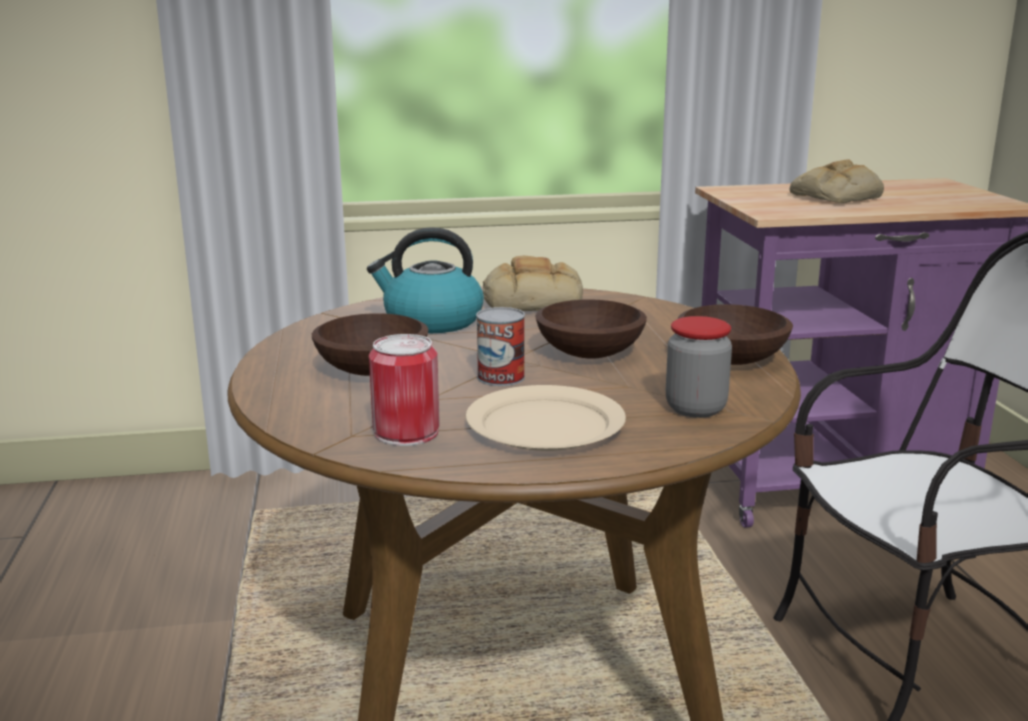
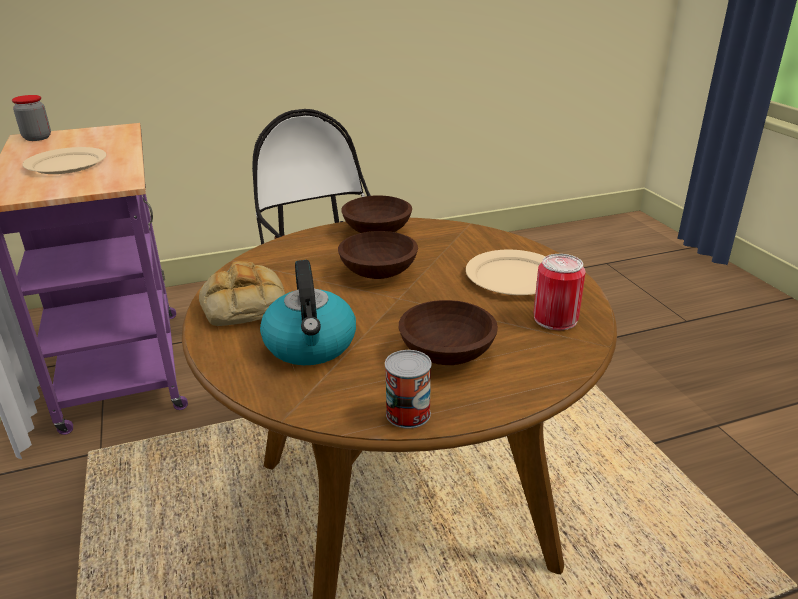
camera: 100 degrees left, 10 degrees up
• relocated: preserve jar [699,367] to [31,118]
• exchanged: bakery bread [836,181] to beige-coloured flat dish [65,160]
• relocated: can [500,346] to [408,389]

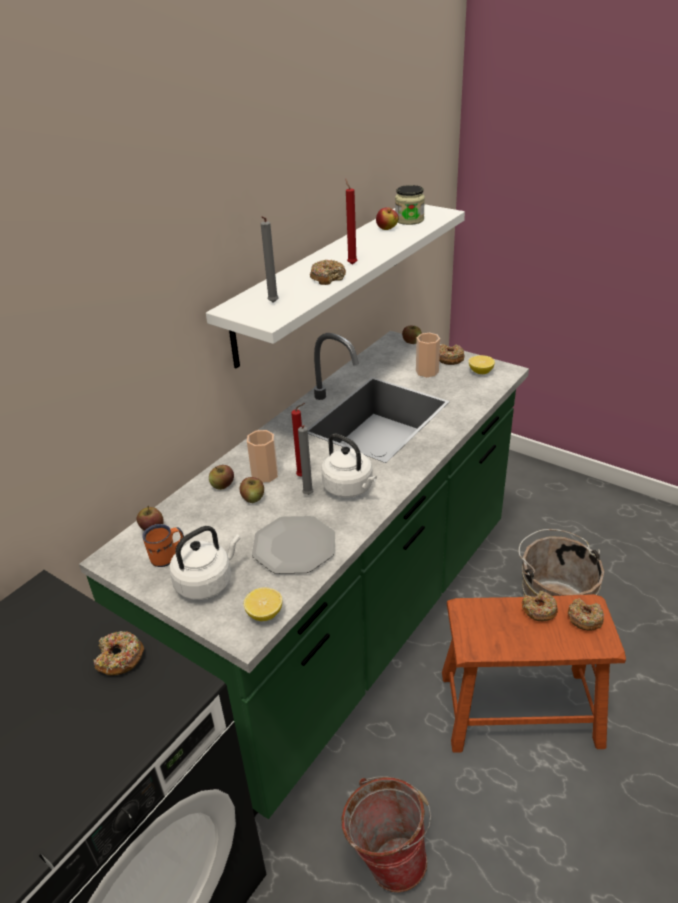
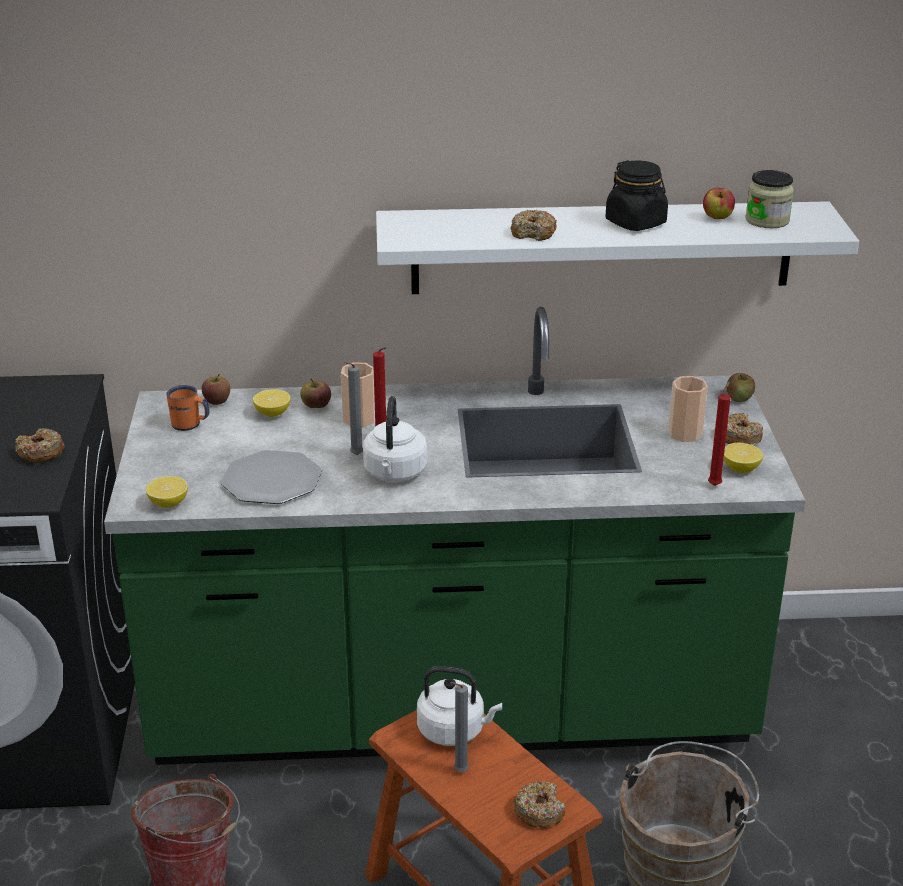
camera: 50 degrees right, 5 degrees down
• appeared: whole lemon [272,403]
• relocated: whitish tea kettle [204,563] to [459,706]
• relocated: grey wax light [270,259] to [459,727]
• appeared: black preserve jar [637,195]
• relocated: red-coloured wax light [351,222] to [719,433]
• missing: whole apple [252,490]
• missing: doughnut [540,606]

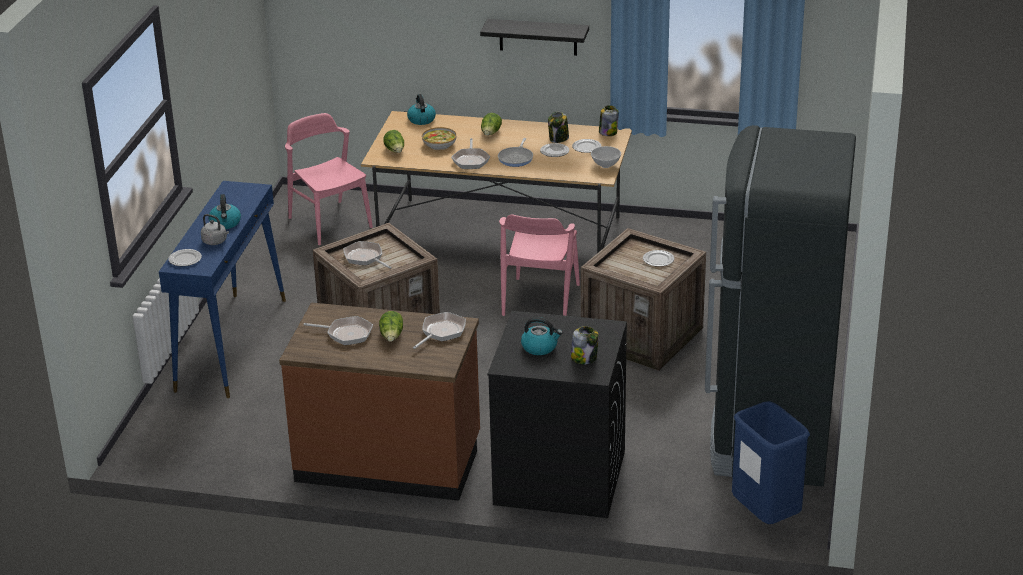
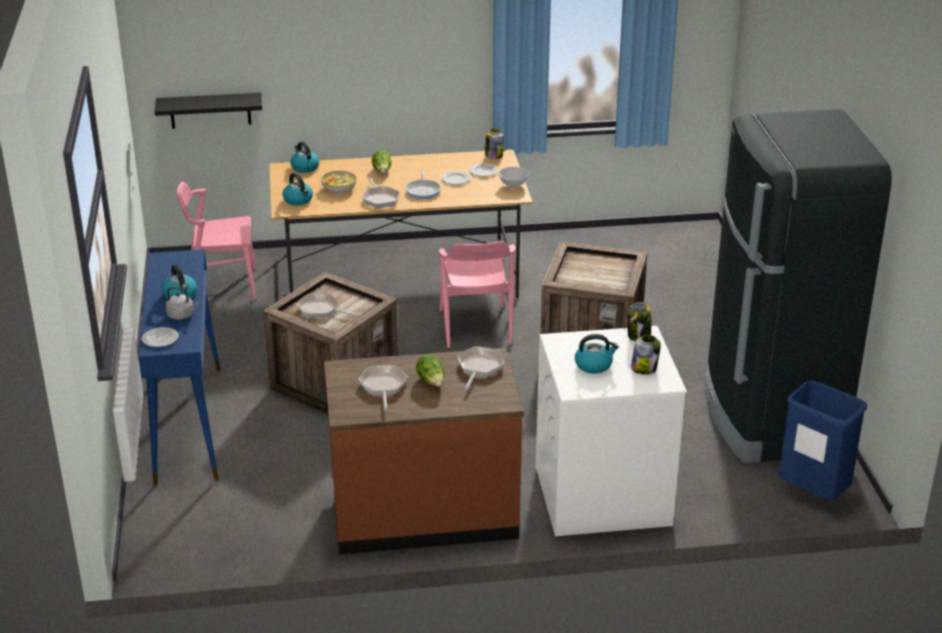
camera: 20 degrees left, 0 degrees up
• relocated: black wall shelf [534,37] to [208,111]
• spun: pink upright chair [329,179] = [216,241] 45 degrees counterclockwise
• exchanged: head of lettuce [393,141] to tea kettle [297,189]
• spun: frying pan [338,330] = [383,387] 90 degrees counterclockwise
• colour: black washing machine [557,414] to whitish washing machine [611,431]
• relocated: preserve jar [558,127] to [639,321]
• missing: flat dish [658,258]

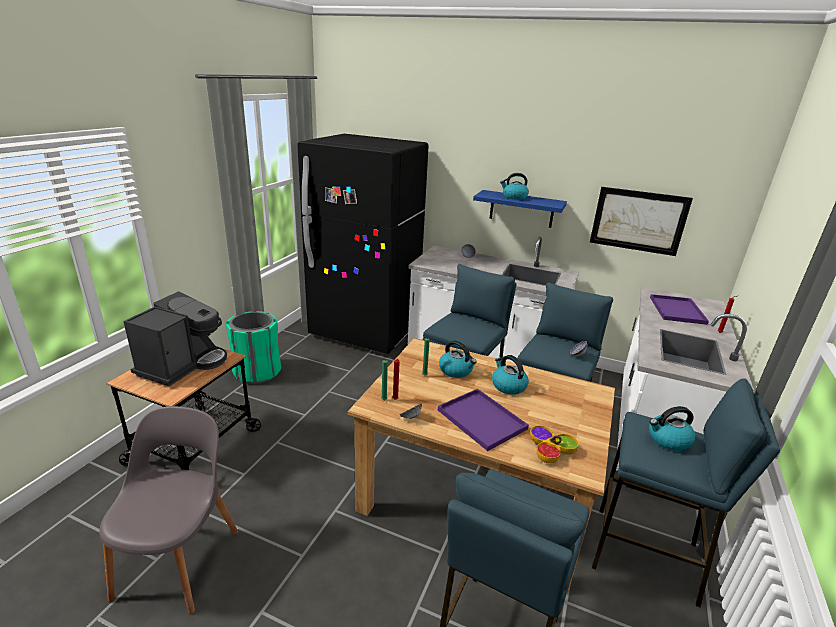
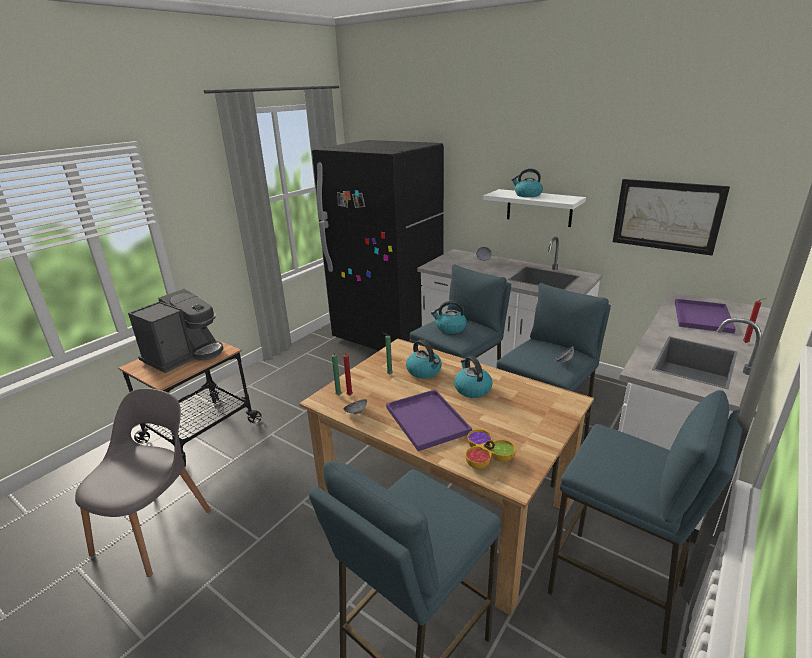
camera: 15 degrees right, 0 degrees up
• relocated: tea kettle [672,428] to [449,317]
• colour: blue-coloured wall shelf [520,209] to whitish wall shelf [534,208]
• missing: greenish waste bin [253,347]

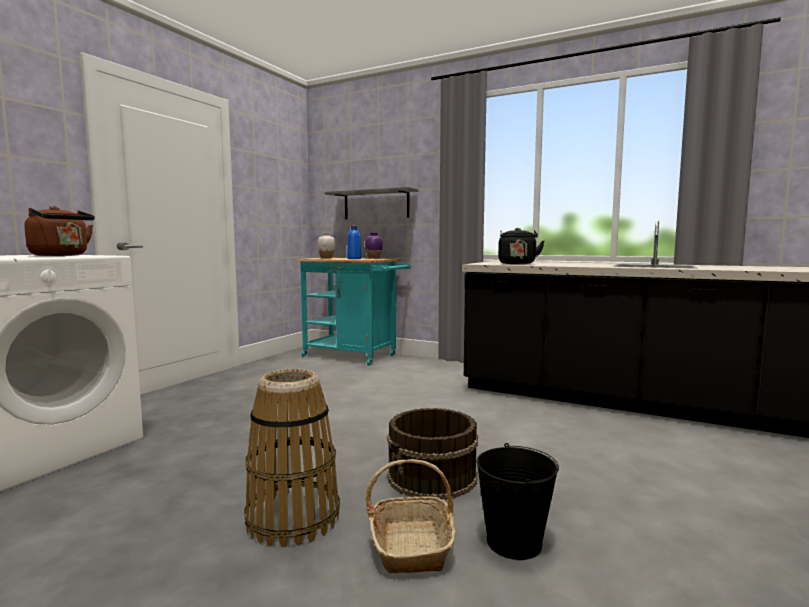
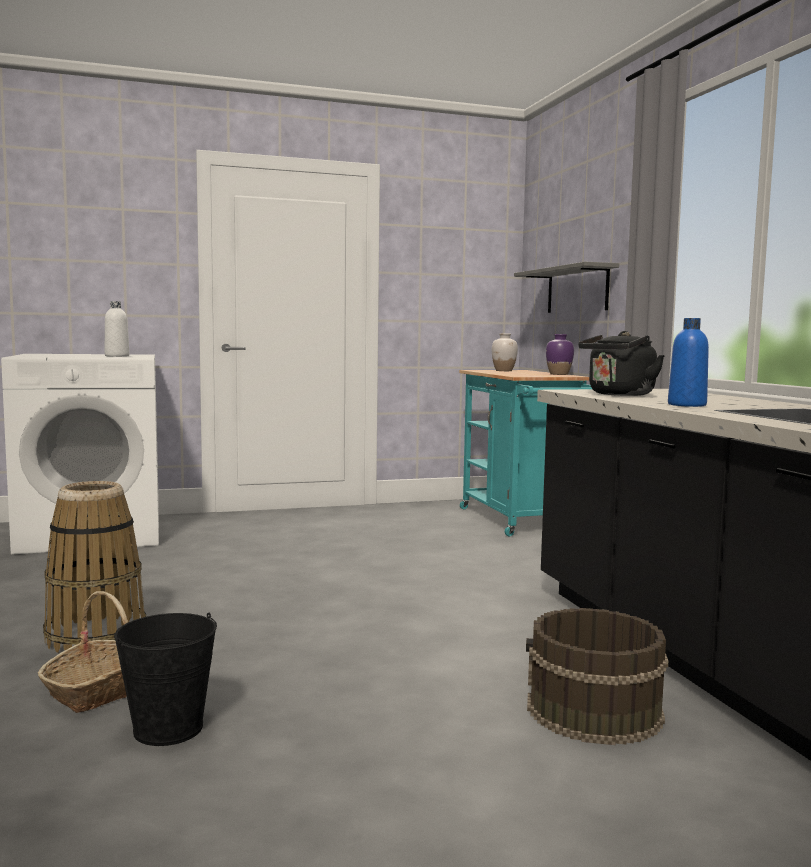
camera: 45 degrees right, 0 degrees up
• exchanged: brown-coloured tea kettle [59,231] to whitish drink bottle [117,329]
• relocated: brown-coloured pail [432,454] to [597,676]
• relocated: blue-coloured drink bottle [354,242] to [688,362]

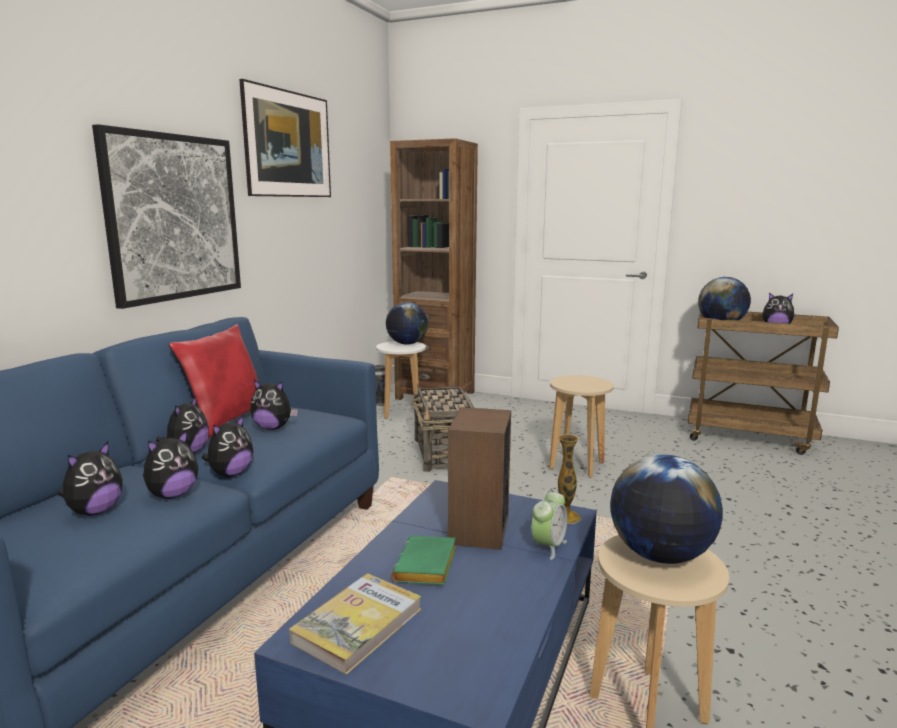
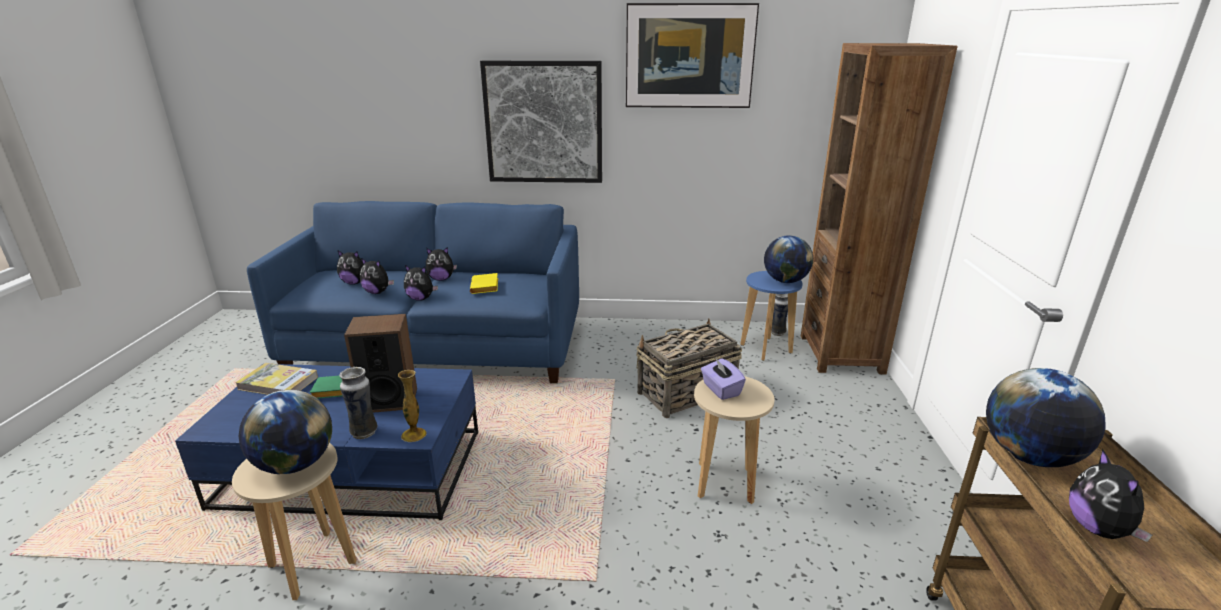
camera: 70 degrees right, 10 degrees up
• exchanged: table clock [549,524] to flower vase [359,403]
• exchanged: plush toy [274,405] to yellow book [484,283]
• appeared: purple tissue holder [723,378]
• colour: whitish stool seat [401,380] to blue-coloured stool seat [771,316]
• missing: red-coloured cushion [213,381]

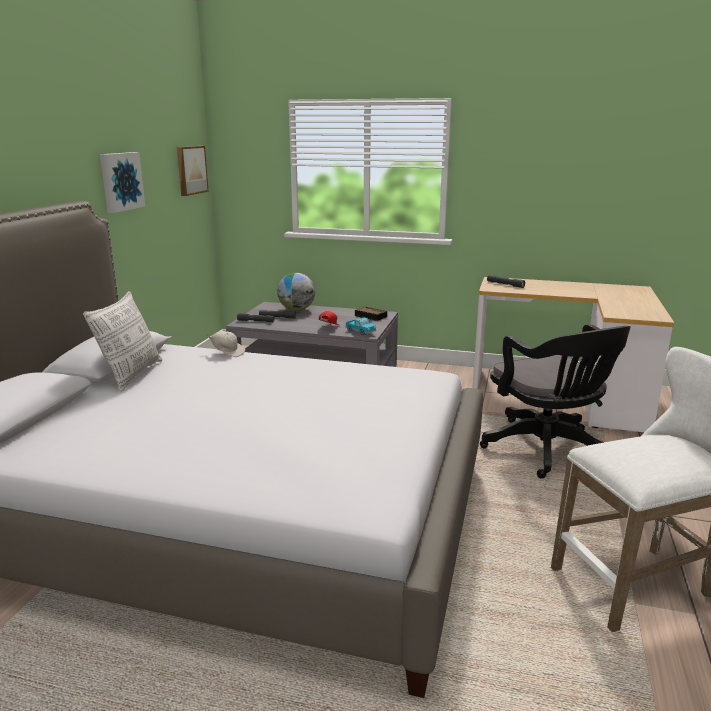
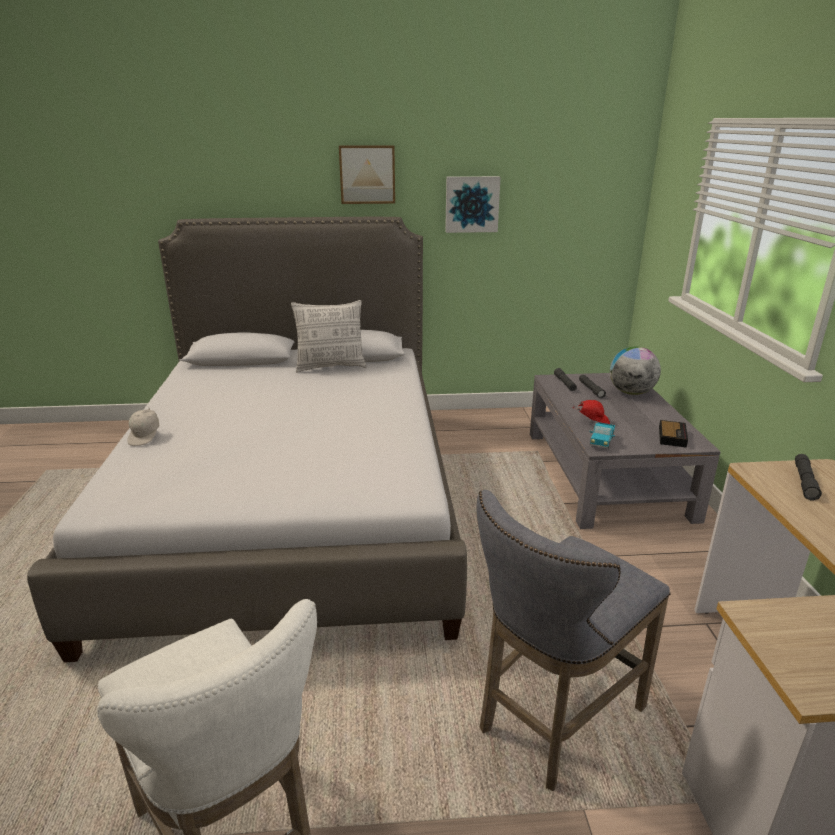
camera: 70 degrees right, 5 degrees up
• relocated: whitish peaked cap [225,344] to [143,427]
• relocated: picture [193,171] to [367,174]
• exchanged: black desk chair [555,401] to grey stool seat [573,640]

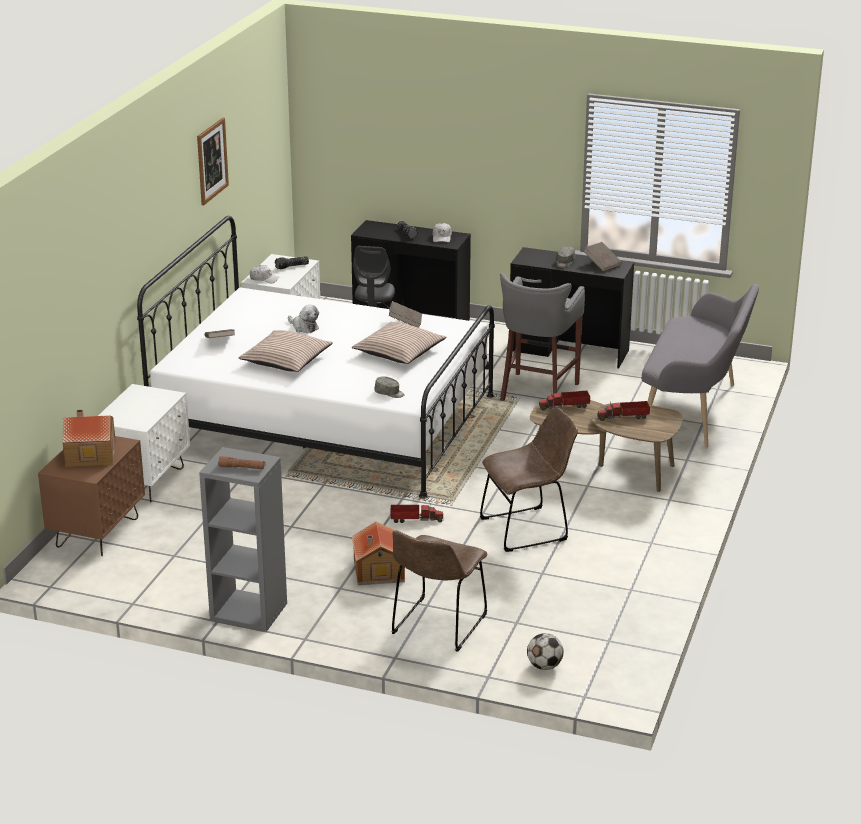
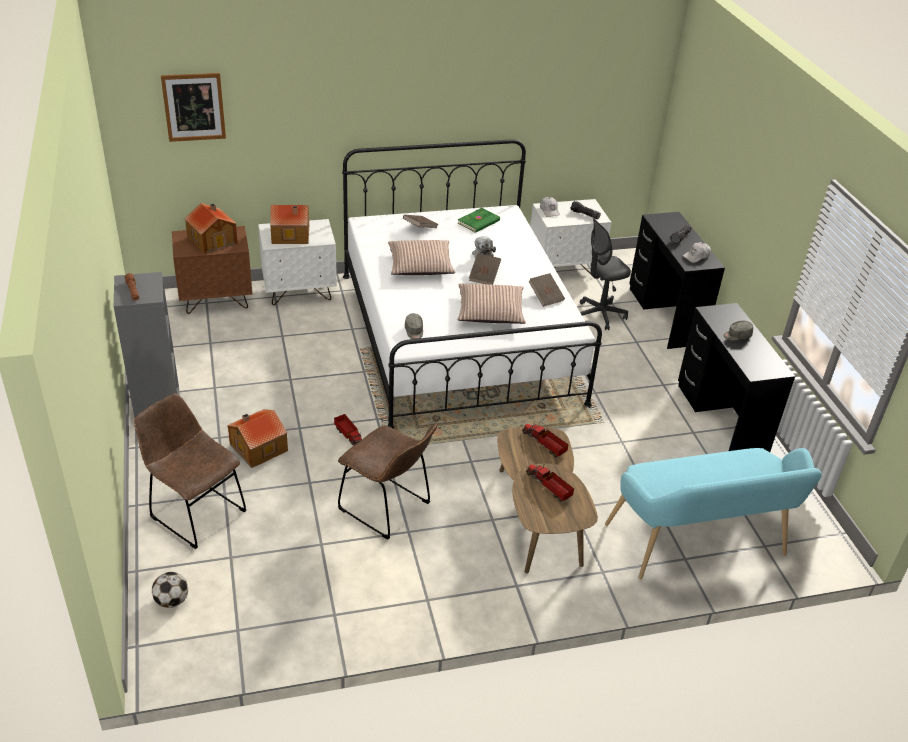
camera: 55 degrees right, 10 degrees up
• spun: brown-coloured upright chair [439,591] = [190,471] 45 degrees clockwise
• relocated: picture [213,161] to [193,107]
• appeared: model house [289,224]
• appeared: greenish book [479,220]
• relocated: brown-coloured book [603,256] to [485,269]
• colour: grey bench [699,366] to turquoise-coloured bench [713,513]
• missing: grey stool seat [542,337]

